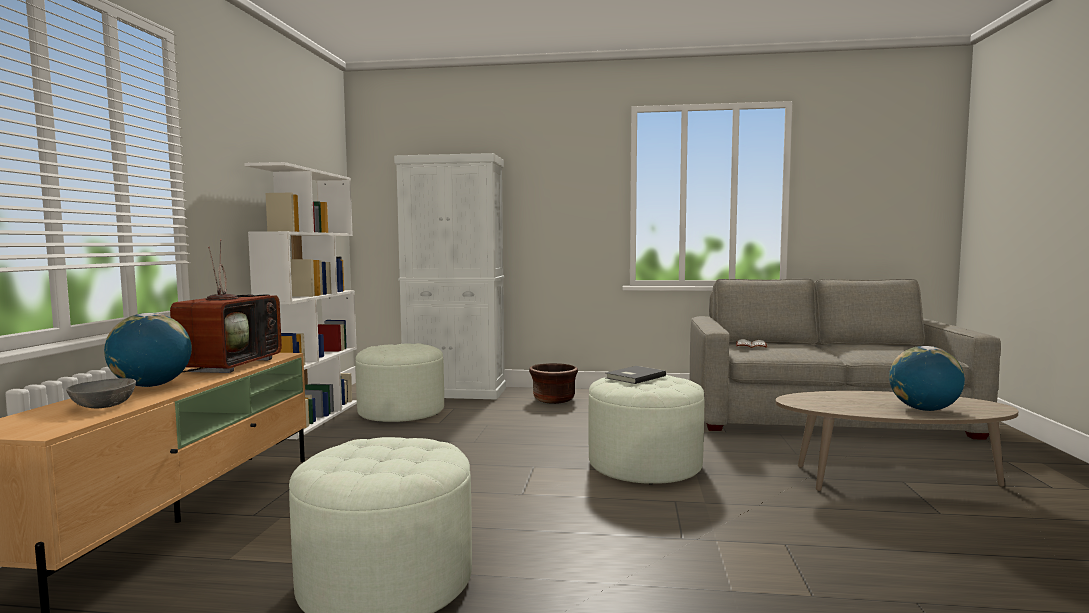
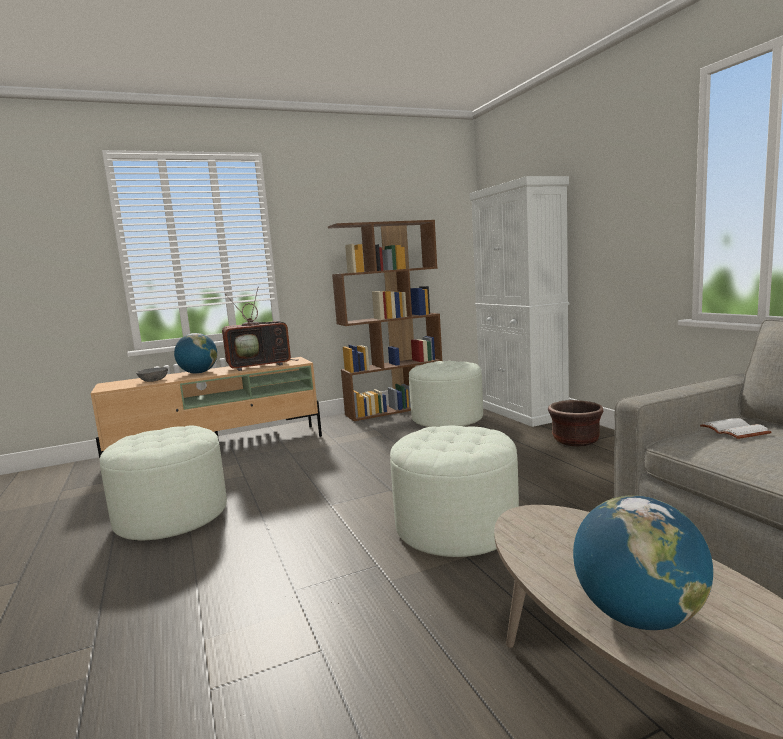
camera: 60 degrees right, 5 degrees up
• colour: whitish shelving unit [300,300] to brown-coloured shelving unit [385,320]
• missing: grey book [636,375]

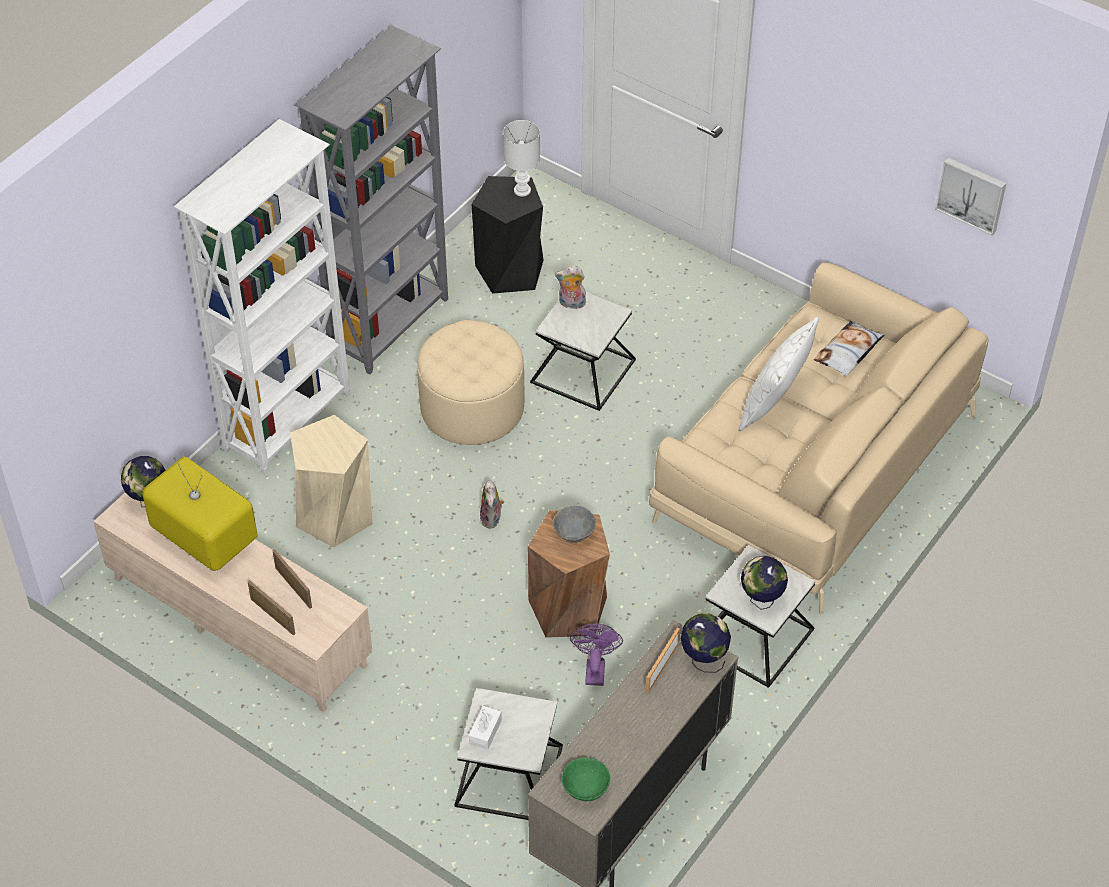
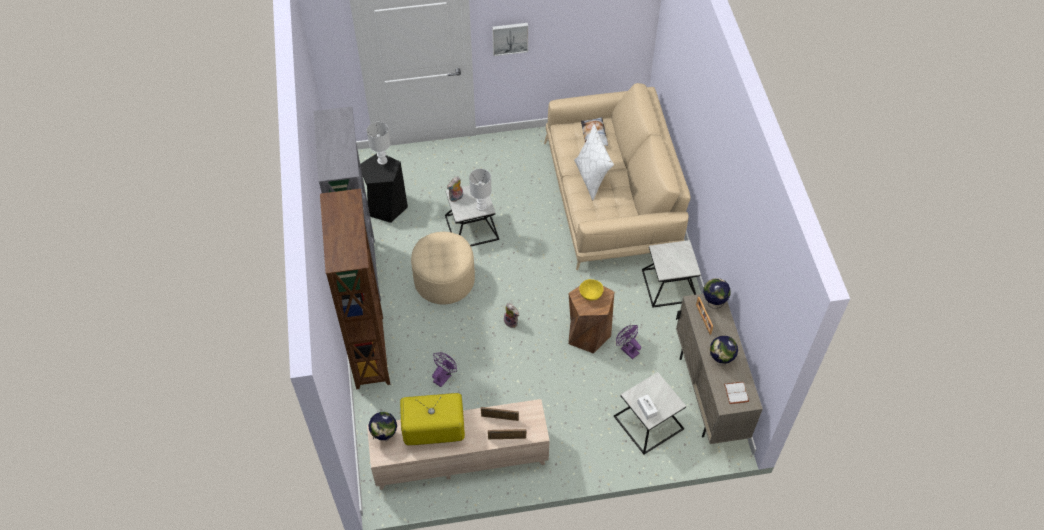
camera: 45 degrees left, 5 degrees up
• colour: whitish shelving unit [262,297] to brown-coloured shelving unit [355,289]
• exchanged: beige-coloured stool seat [331,481] to purple fan [444,369]
• appeared: whitish table lamp [480,190]
• relocated: picture [970,196] to [510,39]
• colour: grey serving bowl [574,524] to yellow serving bowl [591,290]
• relocated: world globe [764,583] to [724,350]
• exchanged: greenish serving bowl [586,779] to whitish book [736,393]

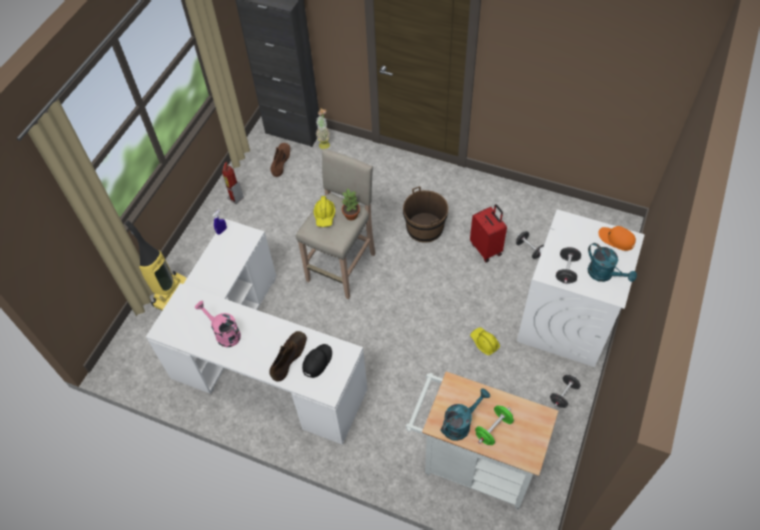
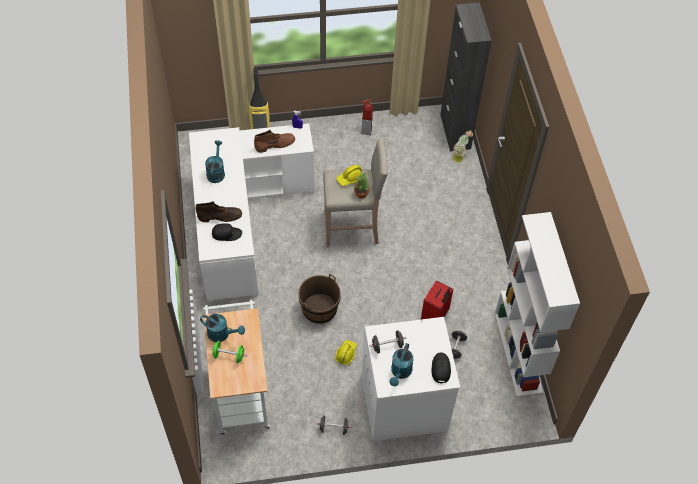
camera: 55 degrees right, 0 degrees up
• colour: pink sprinkling can [218,324] to turquoise-coloured sprinkling can [215,161]
• relocated: brown-coloured tall boot [280,160] to [274,141]
• relocated: brown-coloured pail [425,214] to [319,299]
• colour: orangey peaked cap [617,238] to black peaked cap [441,368]
• appeared: whitish shelving unit [537,304]

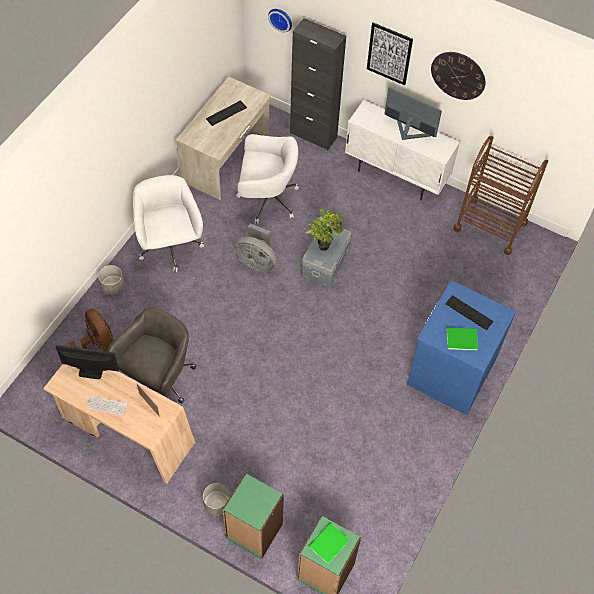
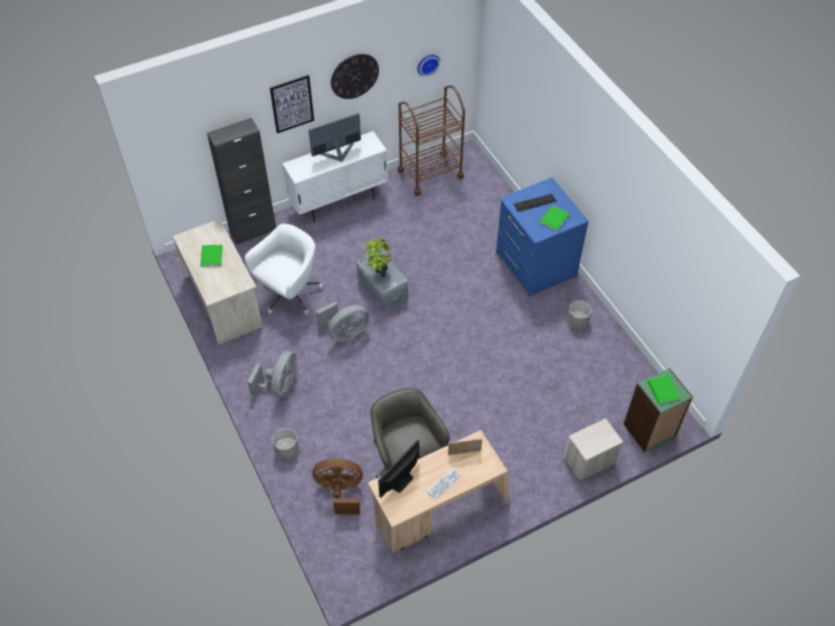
camera: 55 degrees left, 5 degrees down
• exchanged: computer keyboard [226,113] to greenish book [211,256]
• exchanged: whitish desk chair [168,223] to grey fan [272,374]
• relocated: clock on the wall [280,20] to [428,65]
• exchanged: greenish shelving unit [253,516] to bedside table [593,449]
• relocated: grey planter [216,499] to [579,314]

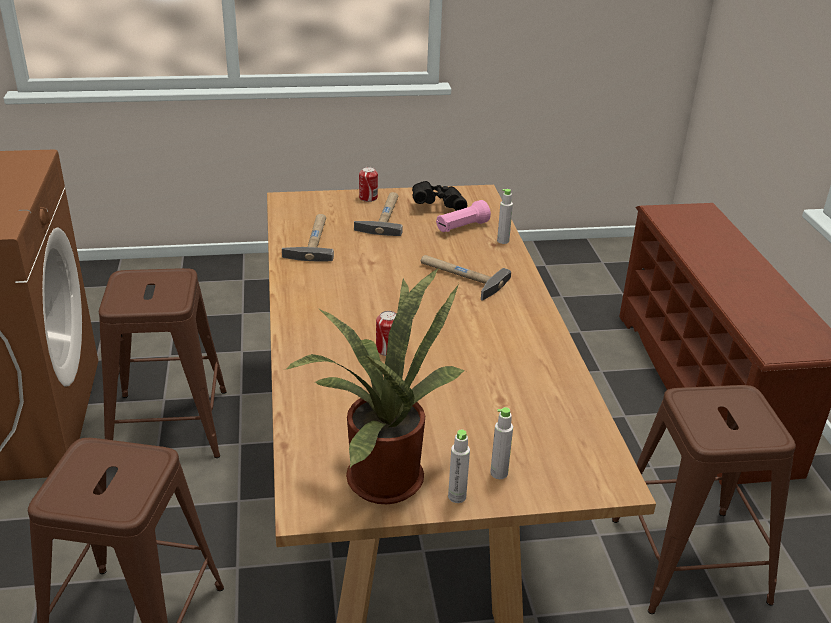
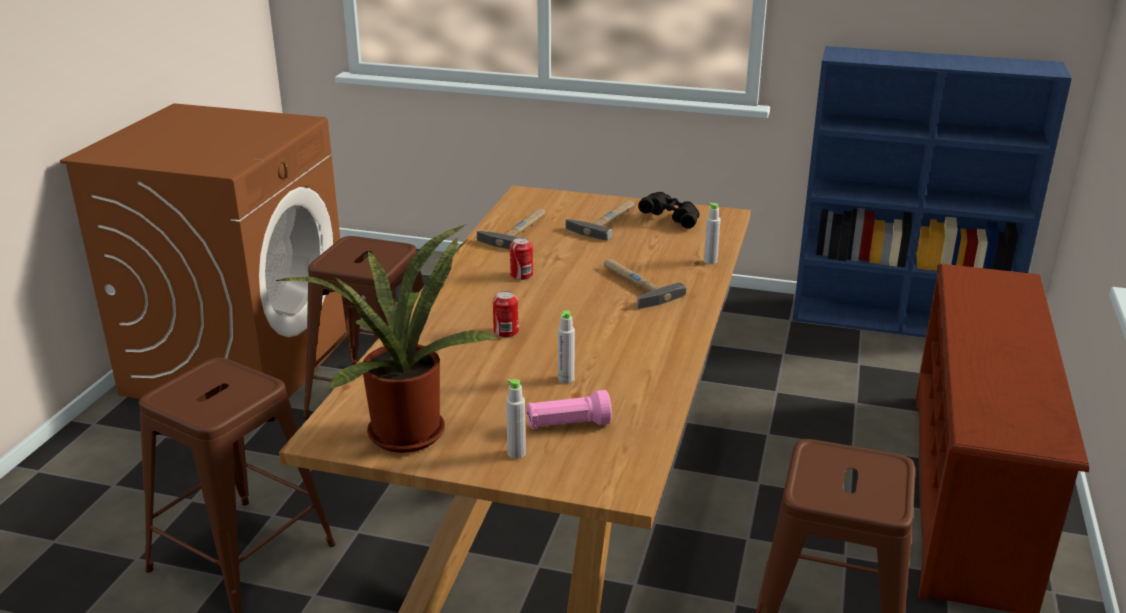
camera: 25 degrees right, 5 degrees down
• relocated: can [368,184] to [521,259]
• relocated: pink torch [463,216] to [569,409]
• relocated: grey drink bottle [459,466] to [566,346]
• appeared: blue-coloured shelving unit [932,192]

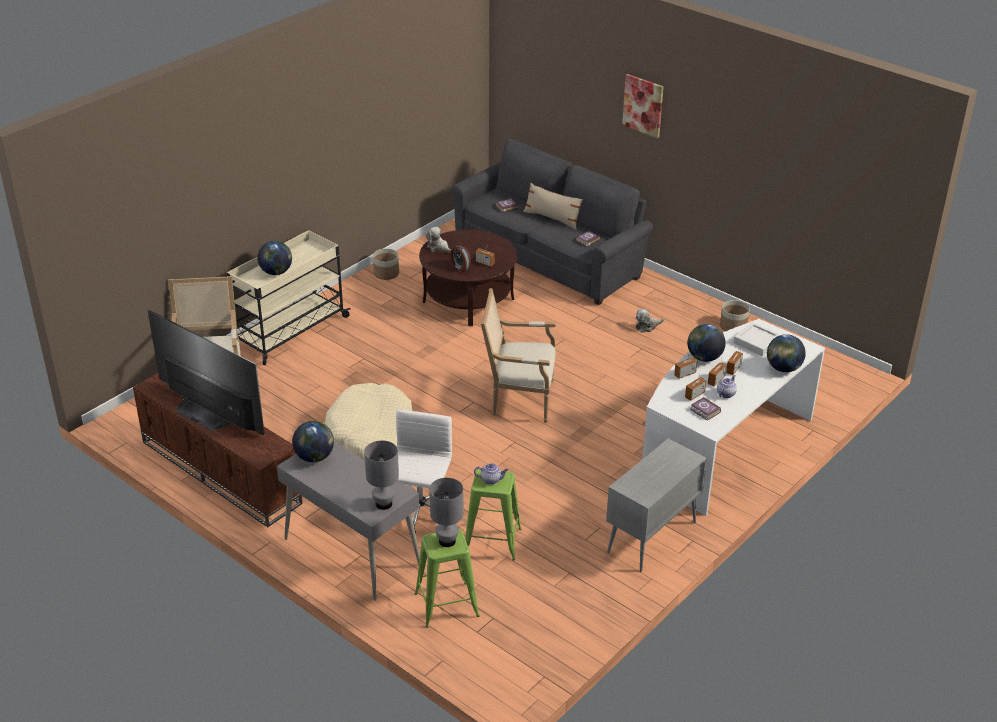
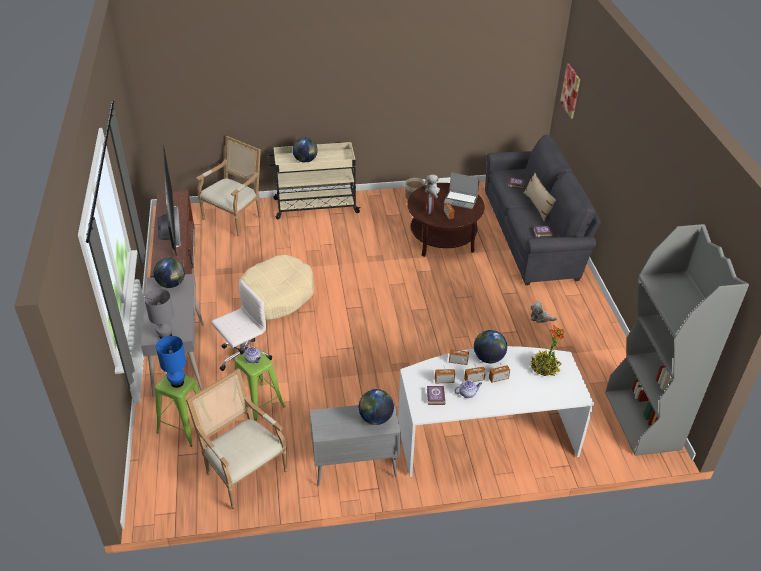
camera: 40 degrees right, 5 degrees up
• colour: grey table lamp [446,512] to blue-coloured table lamp [171,362]
• relocated: armchair [518,355] to [237,438]
• relocated: world globe [786,353] to [376,407]
• appeared: notebook computer [462,190]
• exchanged: grey serving tray [757,339] to potted plant [548,351]
• relocated: picture [643,106] to [570,91]
• appeared: grey shelving unit [677,340]
• missing: planter [735,315]

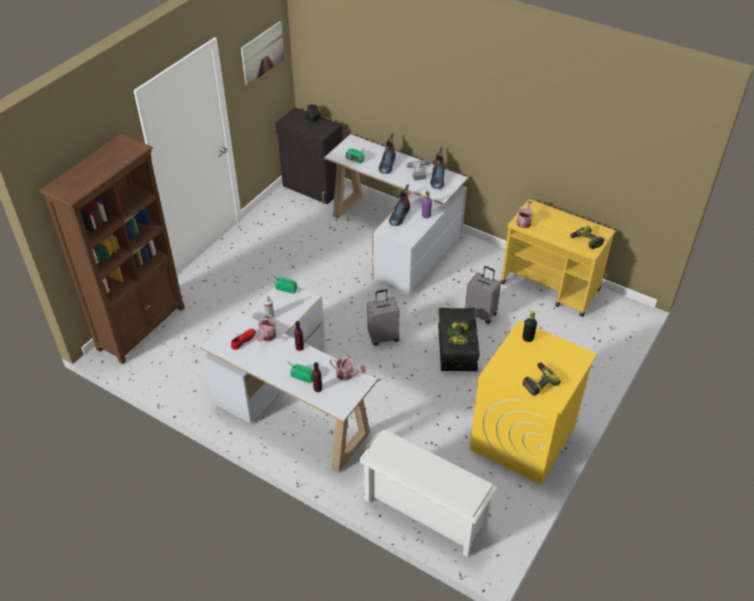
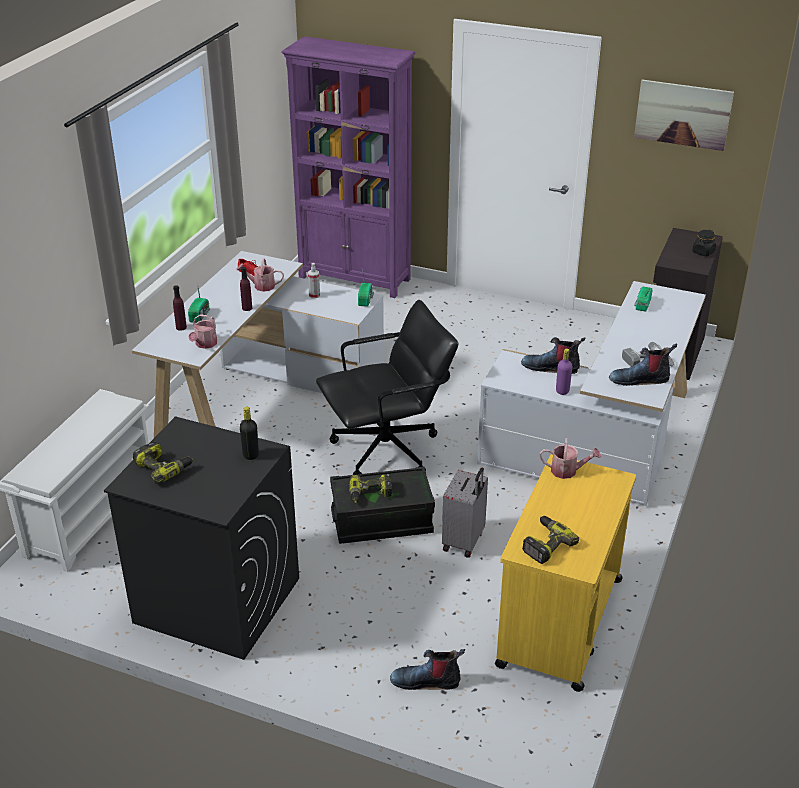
camera: 80 degrees right, 10 degrees down
• colour: yellow washing machine [533,403] to black washing machine [201,538]
• colour: brown-coloured shelving unit [112,249] to purple shelving unit [348,167]
• exchanged: grey piece of luggage [383,317] to black desk chair [387,387]
• relocated: tall boot [387,154] to [427,669]

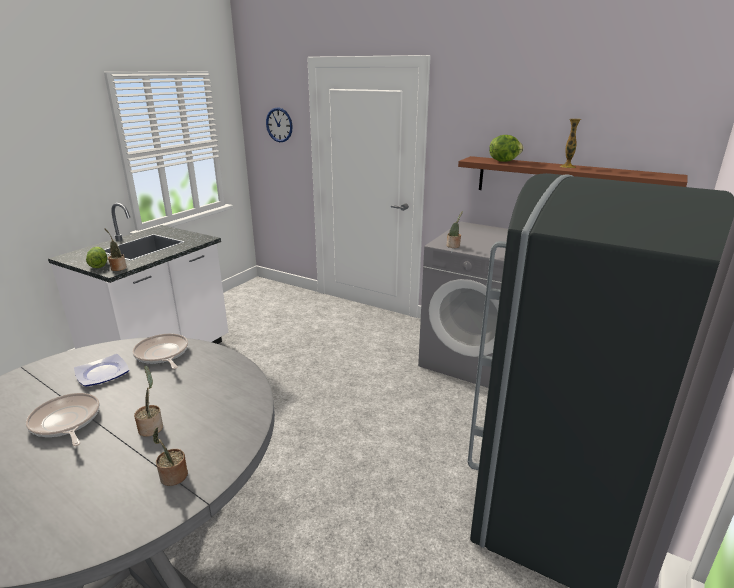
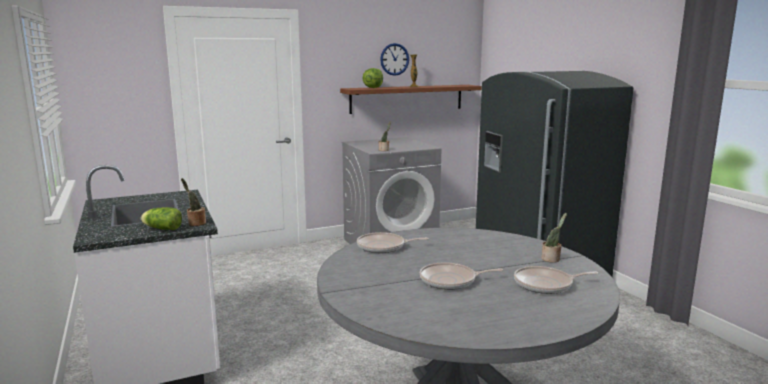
camera: 55 degrees left, 10 degrees down
• relocated: clock on the wall [279,124] to [394,59]
• appeared: frying pan [556,280]
• missing: flat dish [101,370]
• missing: potted plant [148,401]

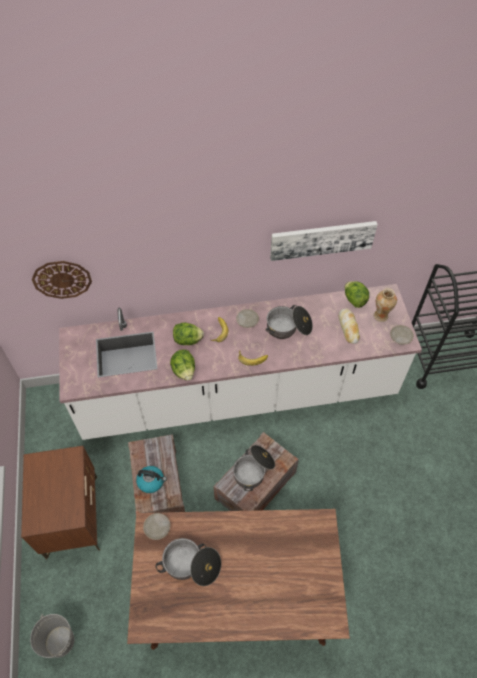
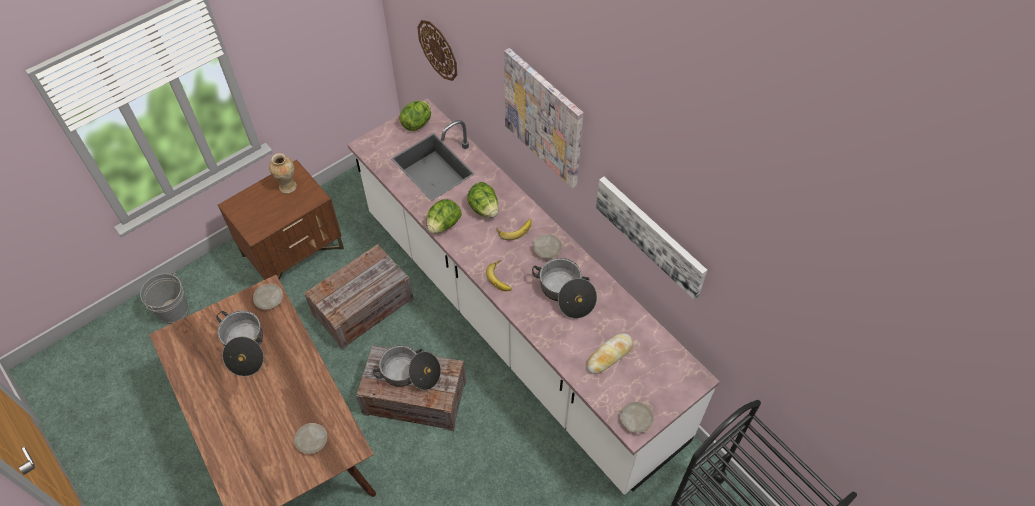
camera: 60 degrees right, 0 degrees up
• relocated: flower vase [385,305] to [283,173]
• appeared: beige-coloured flat dish [310,438]
• relocated: head of lettuce [357,294] to [415,116]
• appeared: picture [543,118]
• missing: tea kettle [151,479]

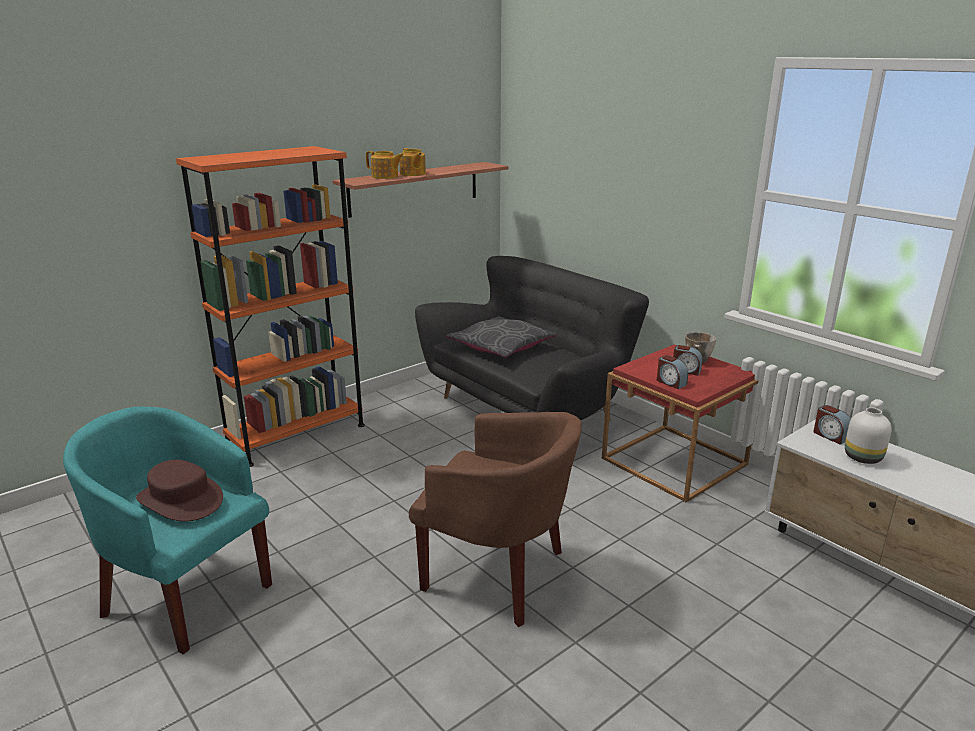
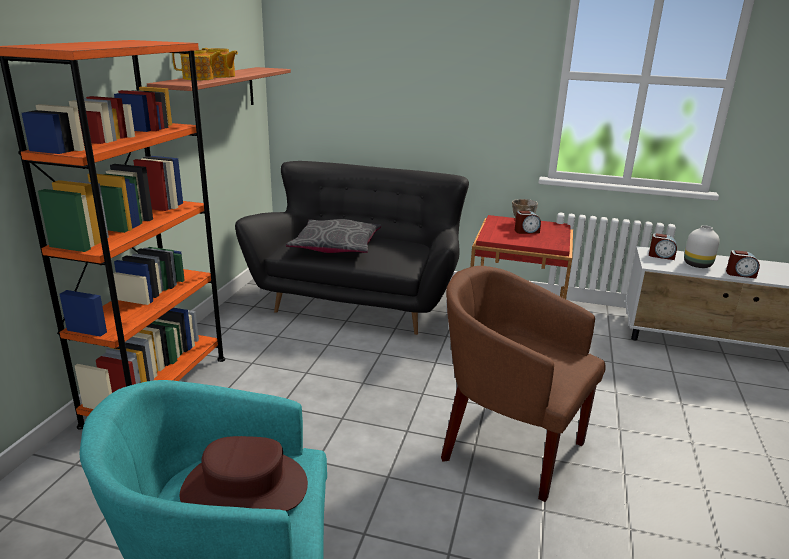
camera: 35 degrees left, 0 degrees up
• spun: brown-coloured armchair [495,519] = [523,384] 135 degrees counterclockwise
• relocated: table clock [672,372] to [743,264]

